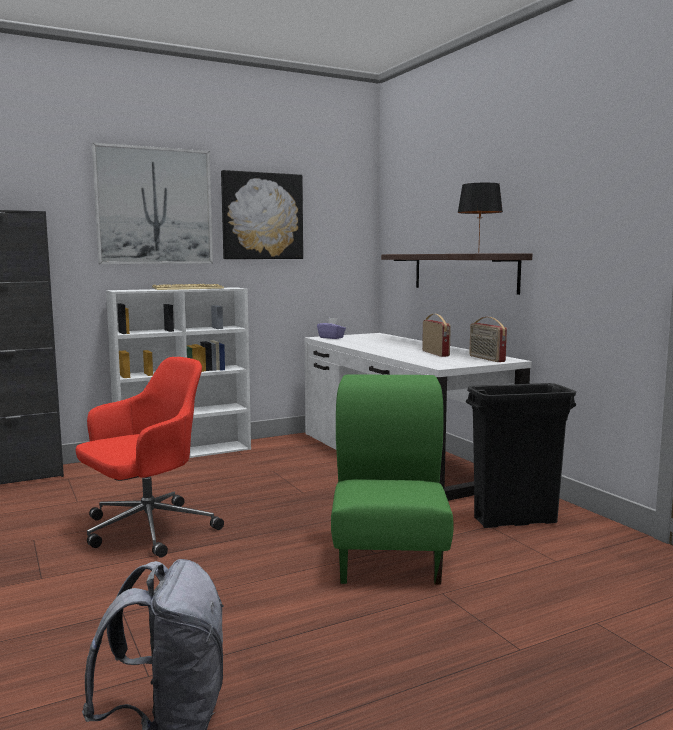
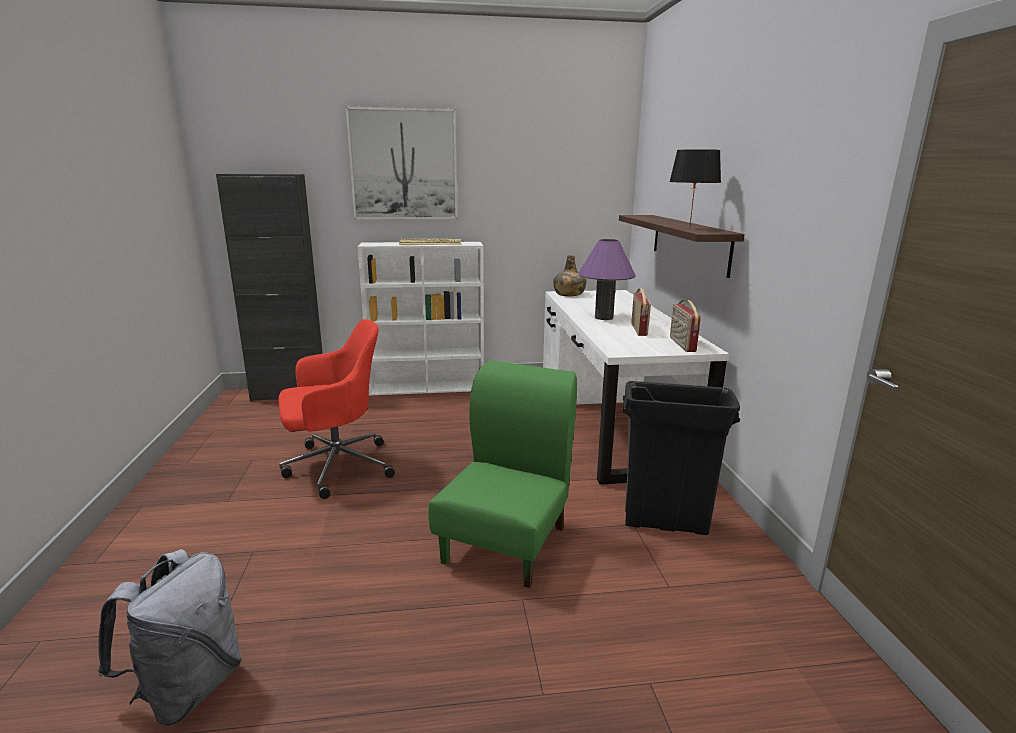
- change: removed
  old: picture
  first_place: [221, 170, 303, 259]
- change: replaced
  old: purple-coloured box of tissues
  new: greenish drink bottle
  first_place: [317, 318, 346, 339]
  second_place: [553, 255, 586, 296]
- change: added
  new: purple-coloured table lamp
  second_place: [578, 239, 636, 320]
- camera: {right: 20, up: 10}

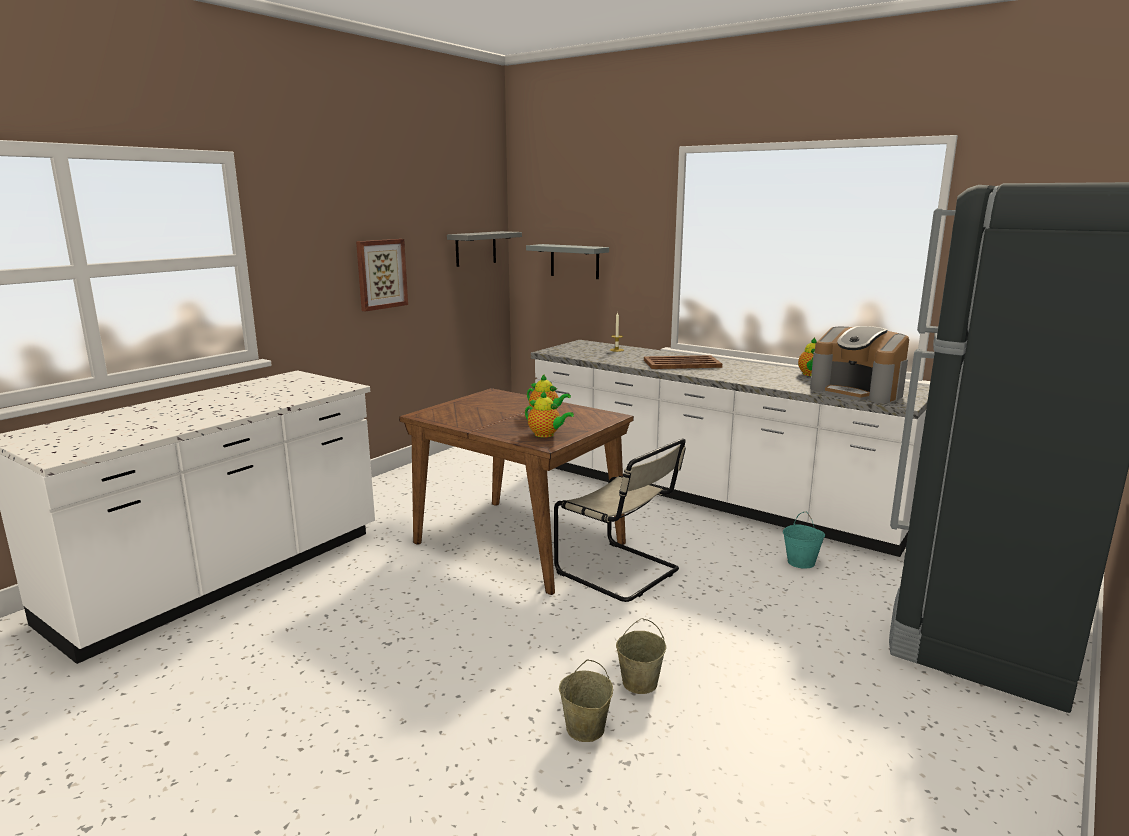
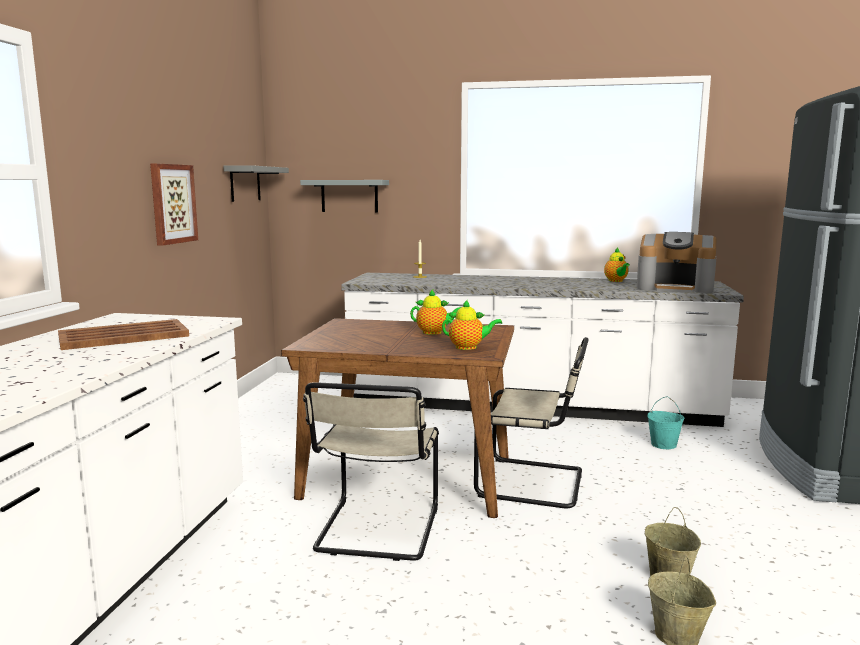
- change: moved
  old: brownish tray
  first_place: [644, 355, 722, 369]
  second_place: [58, 319, 189, 350]
- change: added
  new: beige upright chair
  second_place: [303, 382, 439, 561]
- camera: {right: -25, up: -5}

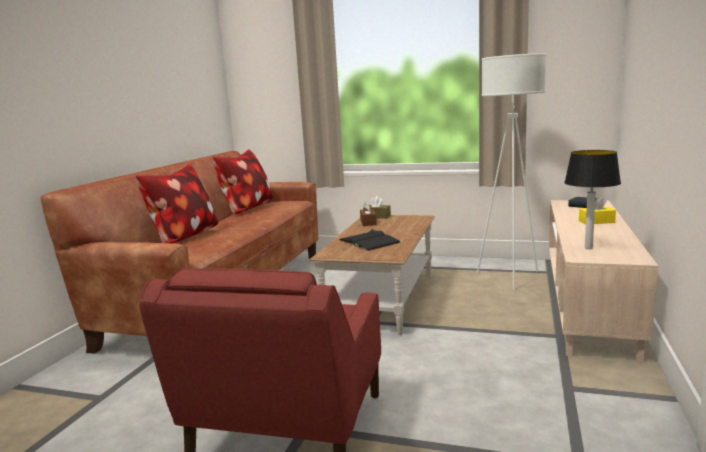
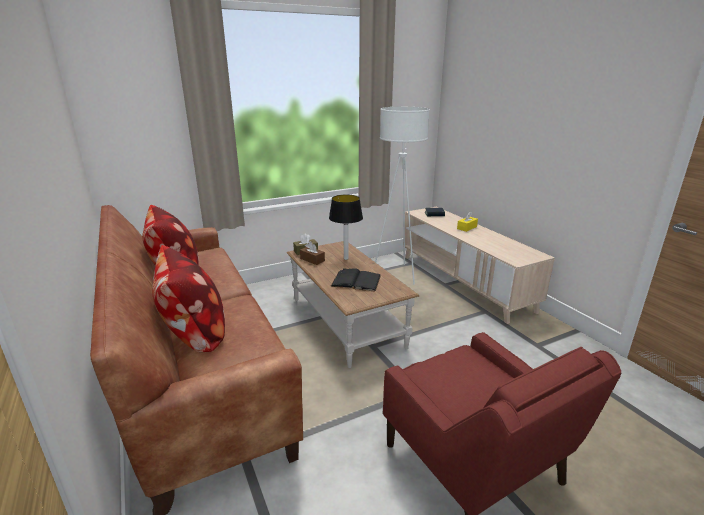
- change: moved
  old: table lamp
  first_place: [564, 150, 621, 249]
  second_place: [329, 194, 363, 260]
- camera: {right: -45, up: 10}

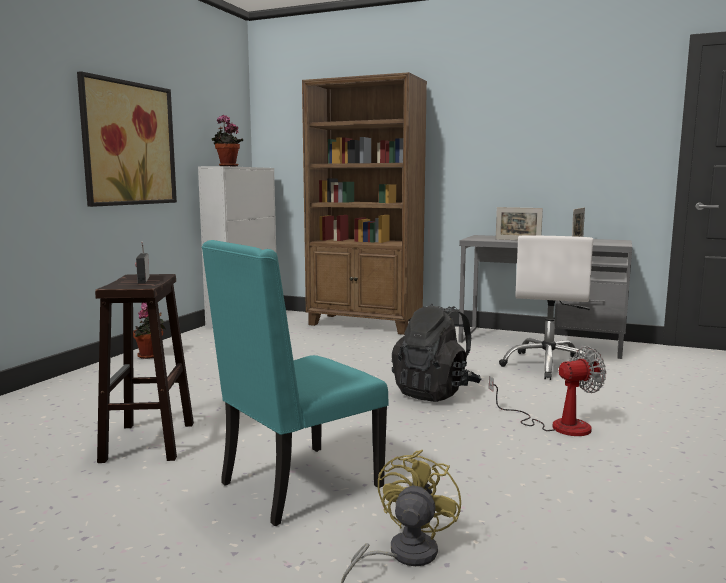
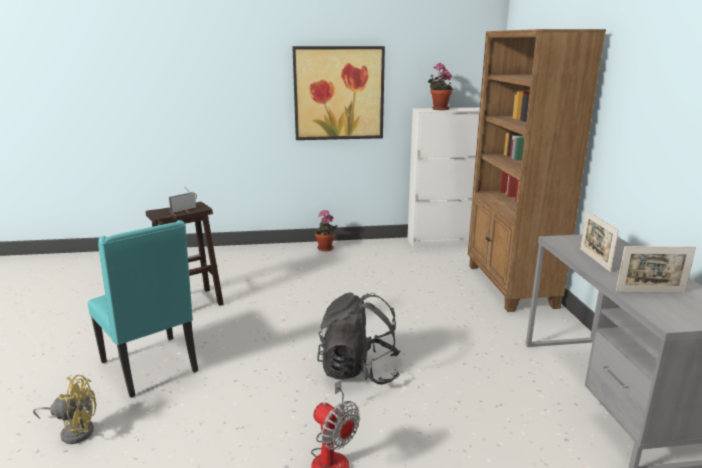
- change: removed
  old: whitish computer chair
  first_place: [499, 236, 593, 380]
- change: turned
  old: turquoise-coloured upright chair
  first_place: [202, 240, 389, 526]
  second_place: [88, 220, 198, 398]
  degrees: -150
- camera: {right: 60, up: 10}

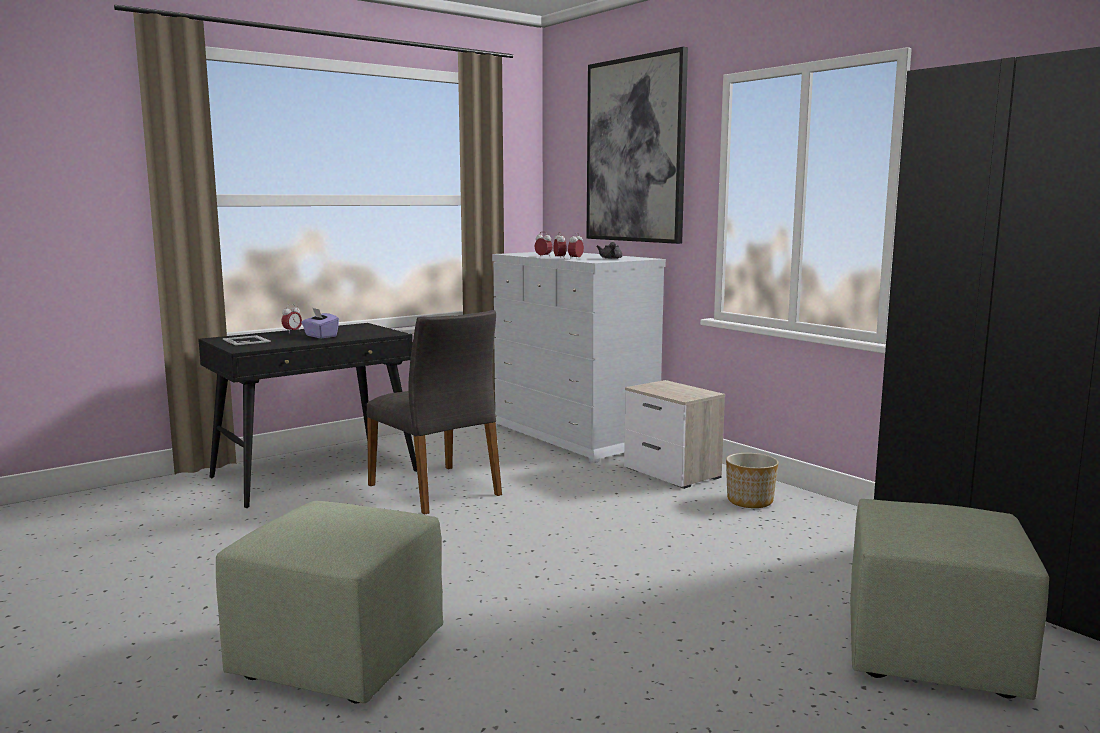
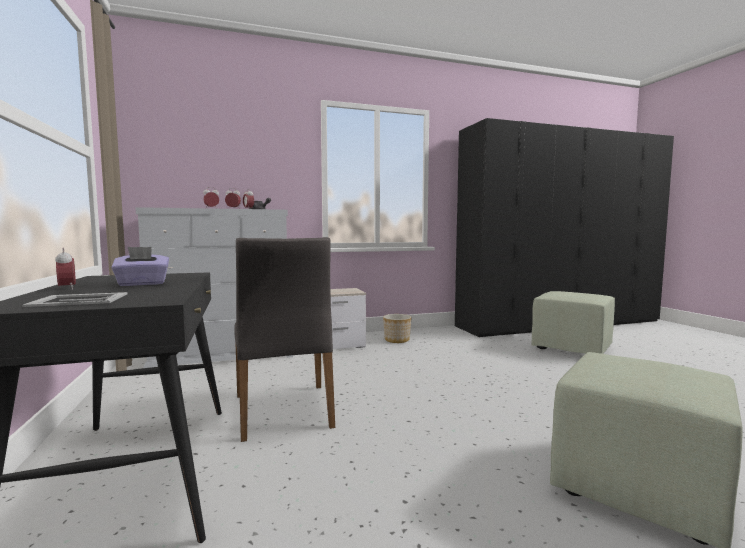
- change: removed
  old: picture
  first_place: [586, 47, 688, 244]
- change: turned
  old: greyish upright chair
  first_place: [367, 310, 502, 515]
  second_place: [234, 237, 335, 442]
  degrees: 90
- camera: {right: -70, up: -5}

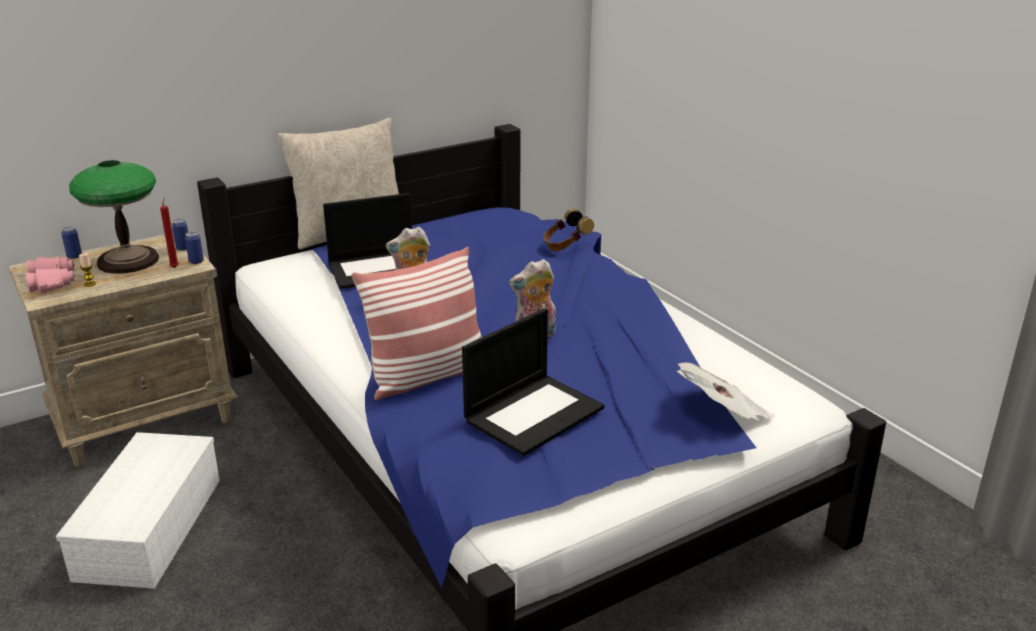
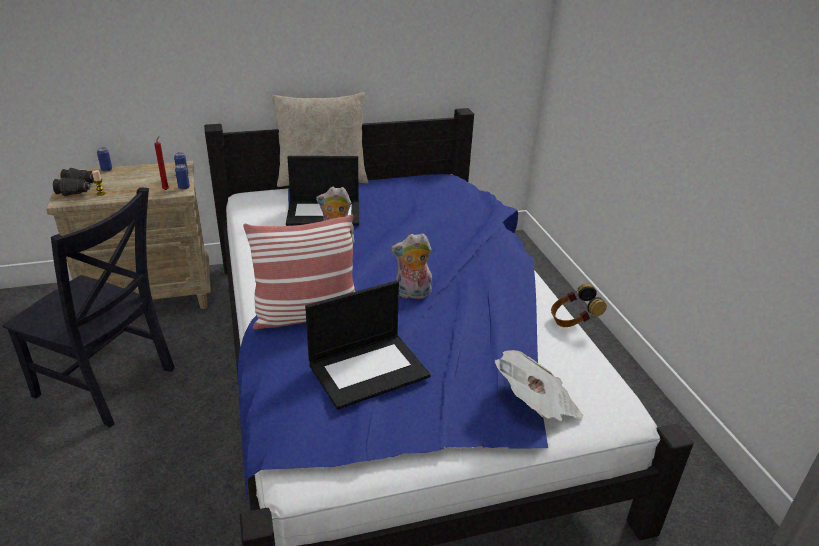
- change: removed
  old: table lamp
  first_place: [69, 160, 159, 274]
- change: moved
  old: headphones
  first_place: [544, 209, 594, 251]
  second_place: [551, 283, 607, 327]
- change: recoloured
  old: pink-coloured field glasses
  new: black-coloured field glasses
  first_place: [26, 257, 75, 294]
  second_place: [53, 168, 94, 196]
- change: replaced
  old: whitish storage container
  new: black-coloured upright chair
  first_place: [56, 432, 220, 589]
  second_place: [2, 187, 175, 428]
- camera: {right: 15, up: 5}

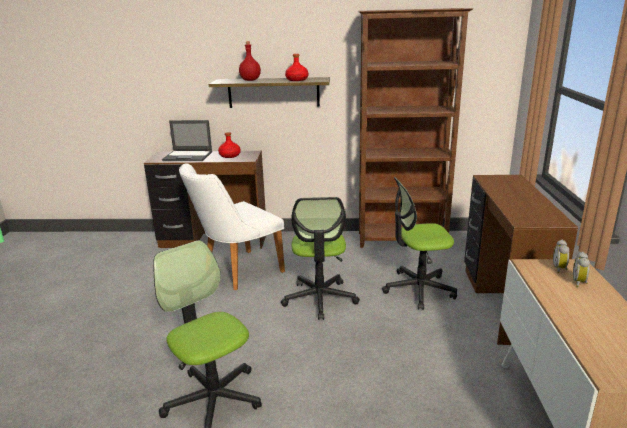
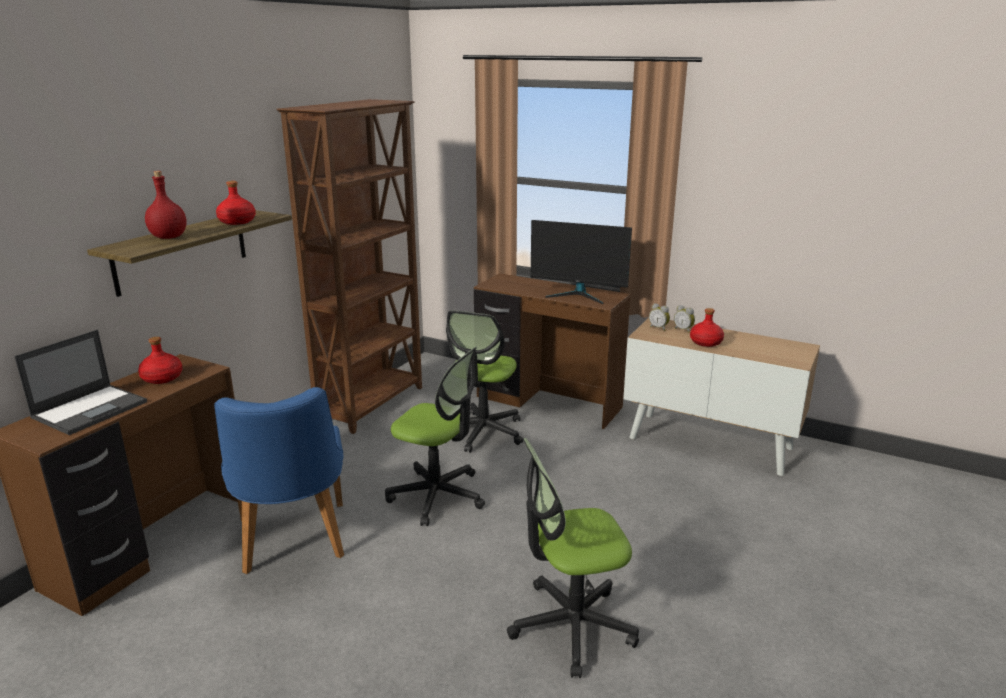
- change: recoloured
  old: whitish upright chair
  new: bluish upright chair
  first_place: [179, 163, 285, 290]
  second_place: [214, 387, 344, 574]
- change: added
  new: computer screen
  second_place: [530, 220, 632, 304]
- change: added
  new: reddish drink bottle
  second_place: [690, 308, 724, 347]
- camera: {right: -65, up: 0}

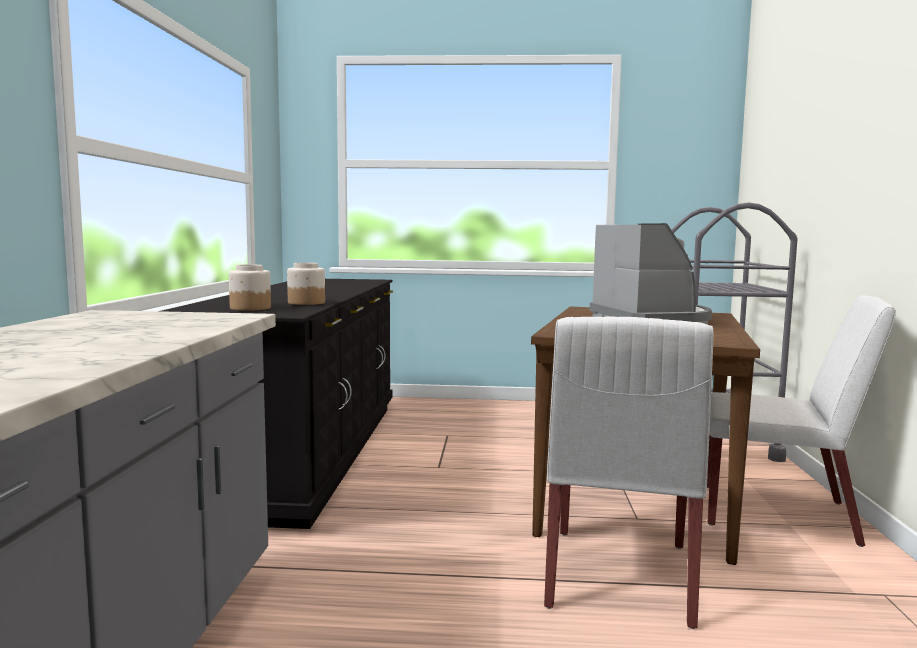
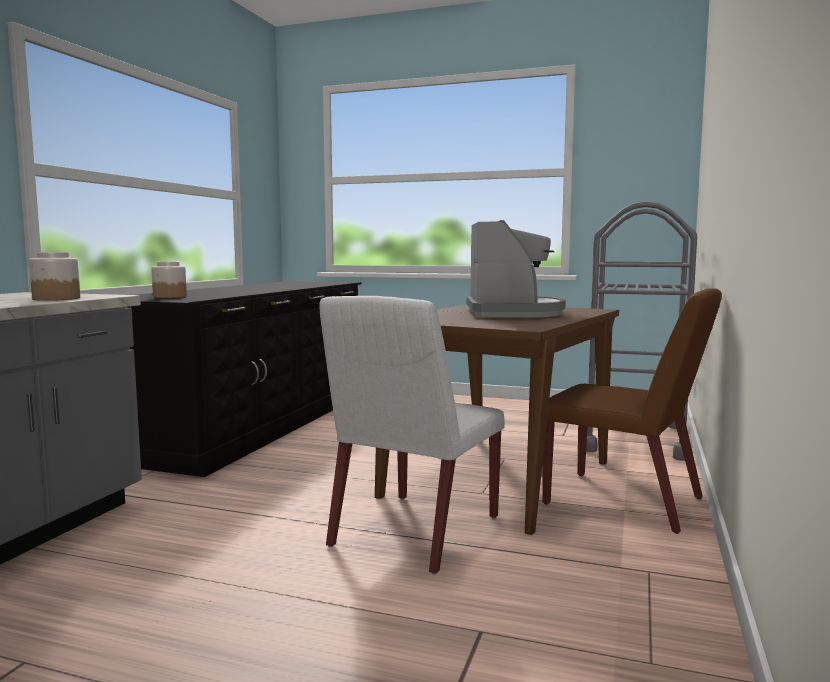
- change: moved
  old: jar
  first_place: [287, 262, 325, 305]
  second_place: [29, 252, 80, 301]
- change: recoloured
  old: whitish upright chair
  new: brownish upright chair
  first_place: [707, 295, 896, 547]
  second_place: [542, 288, 722, 534]
- camera: {right: 15, up: 0}

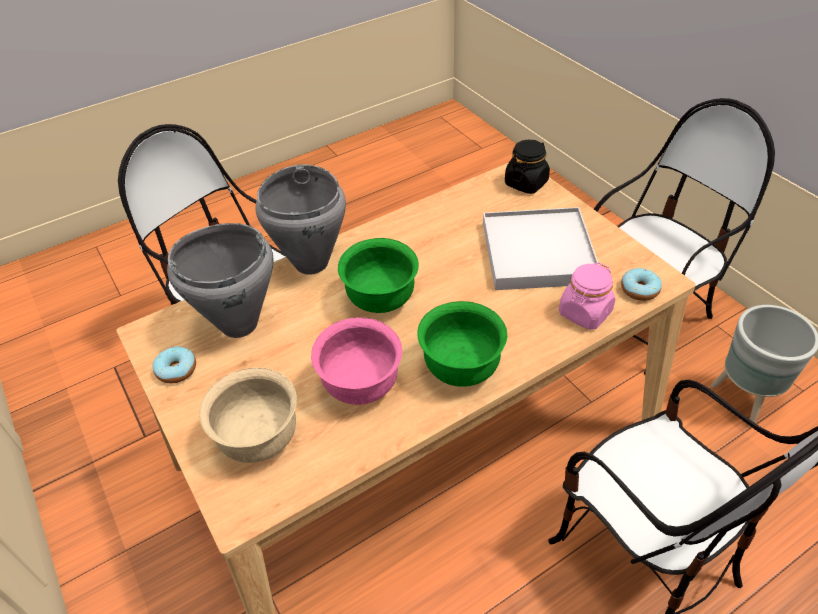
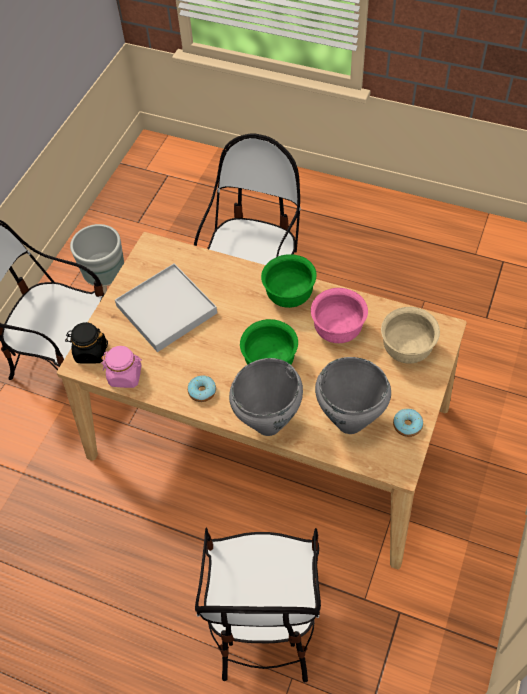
- change: moved
  old: pink-coloured jar
  first_place: [559, 262, 615, 330]
  second_place: [101, 346, 142, 388]
- change: moved
  old: donut
  first_place: [621, 268, 662, 301]
  second_place: [188, 376, 216, 402]
- camera: {right: -125, up: 10}

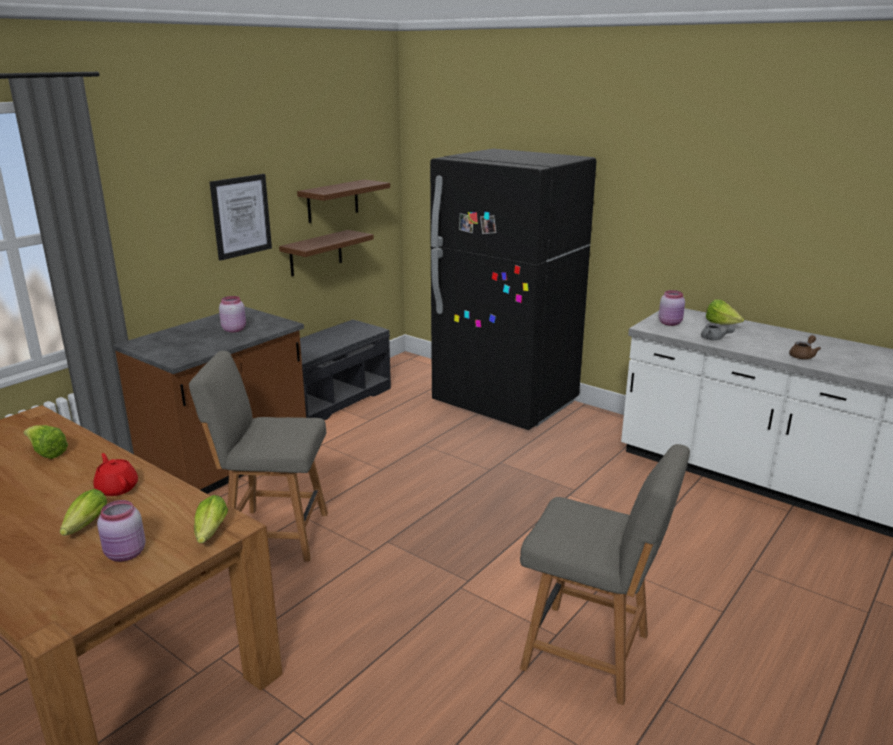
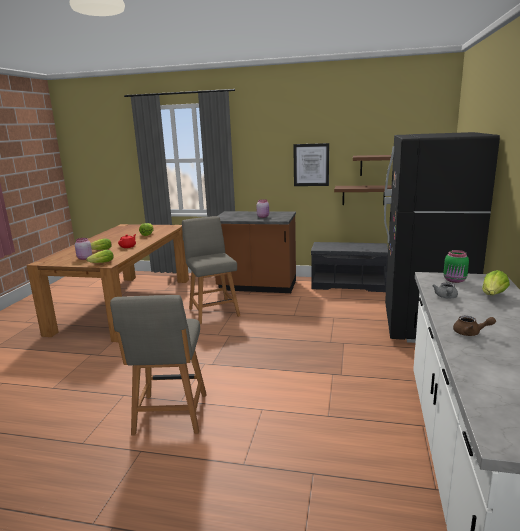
- change: recoloured
  old: pink-coloured jar
  new: greenish jar
  first_place: [659, 290, 685, 326]
  second_place: [444, 250, 469, 283]
- camera: {right: 65, up: -5}

